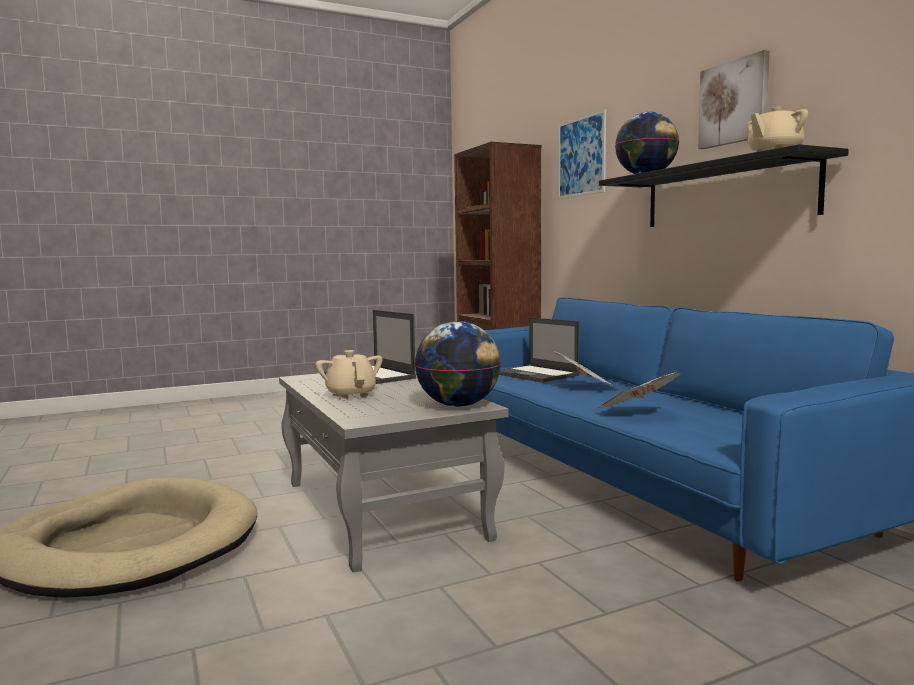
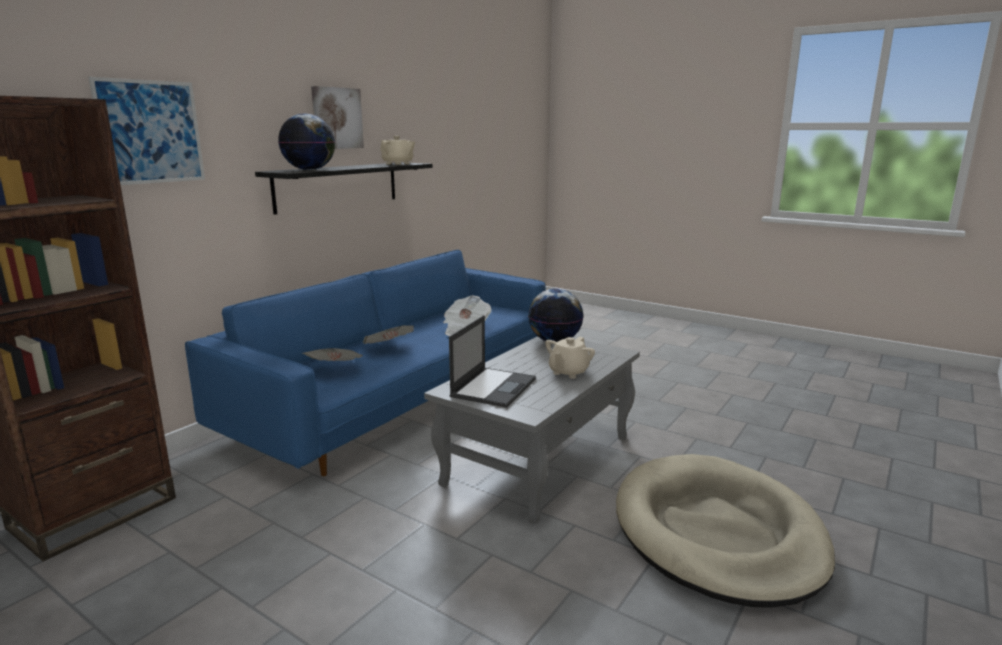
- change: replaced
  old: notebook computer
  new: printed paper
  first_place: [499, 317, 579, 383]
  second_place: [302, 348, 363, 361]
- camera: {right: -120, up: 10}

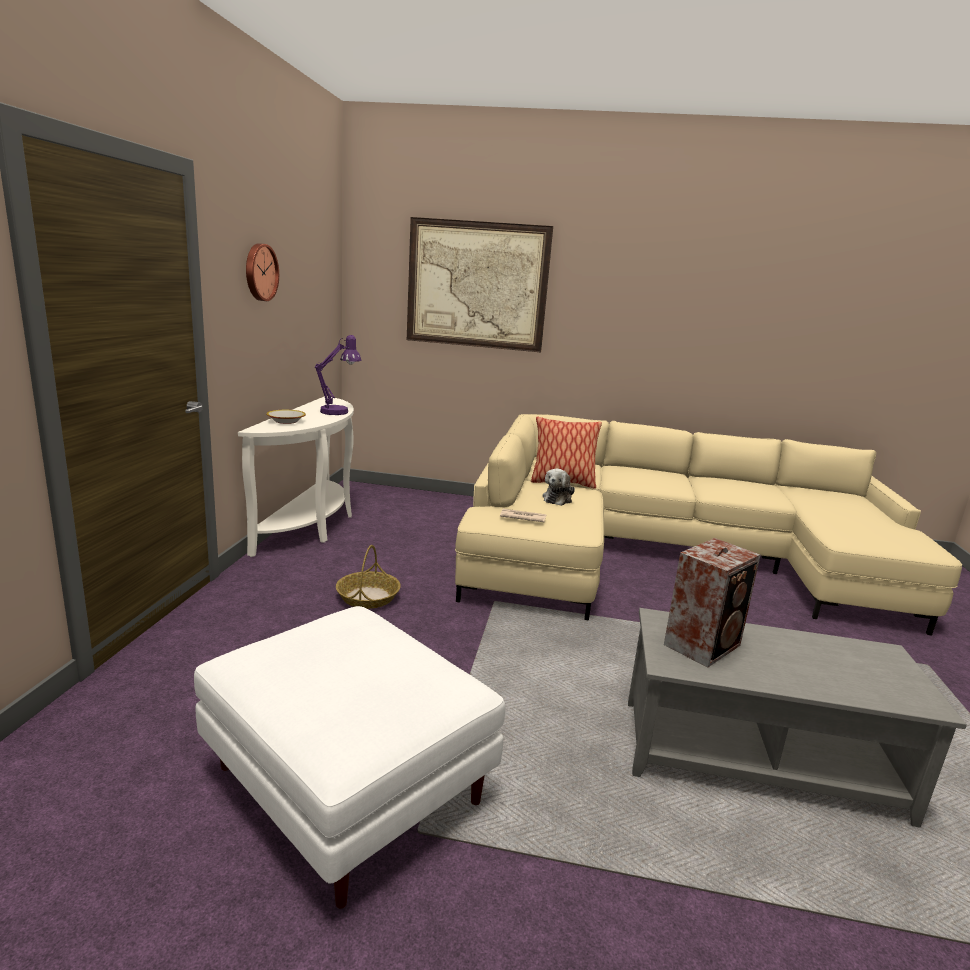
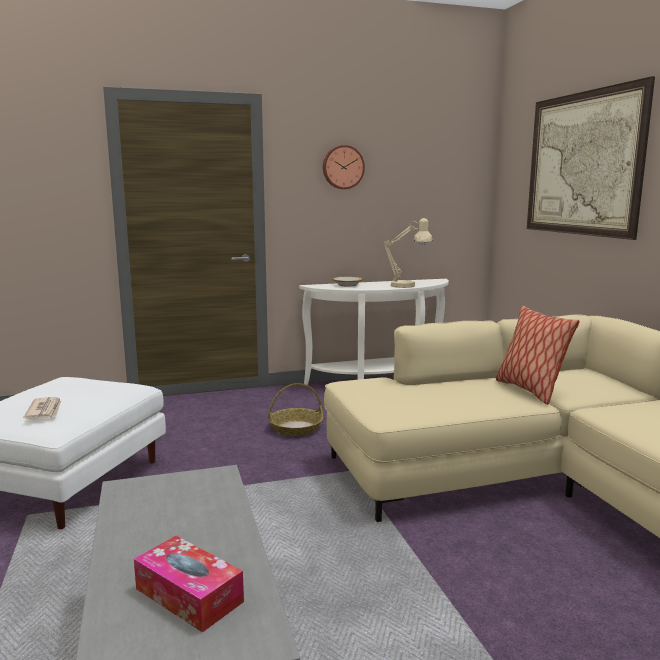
- change: recoloured
  old: purple-coloured table lamp
  new: beige table lamp
  first_place: [315, 335, 362, 415]
  second_place: [384, 218, 433, 288]
- change: removed
  old: cuddly toy
  first_place: [543, 469, 575, 506]
- change: moved
  old: printed paper
  first_place: [500, 509, 547, 522]
  second_place: [24, 397, 61, 419]
- change: removed
  old: loudspeaker
  first_place: [664, 538, 760, 668]
- change: added
  new: box of tissues
  second_place: [134, 536, 244, 632]
- camera: {right: 65, up: -5}

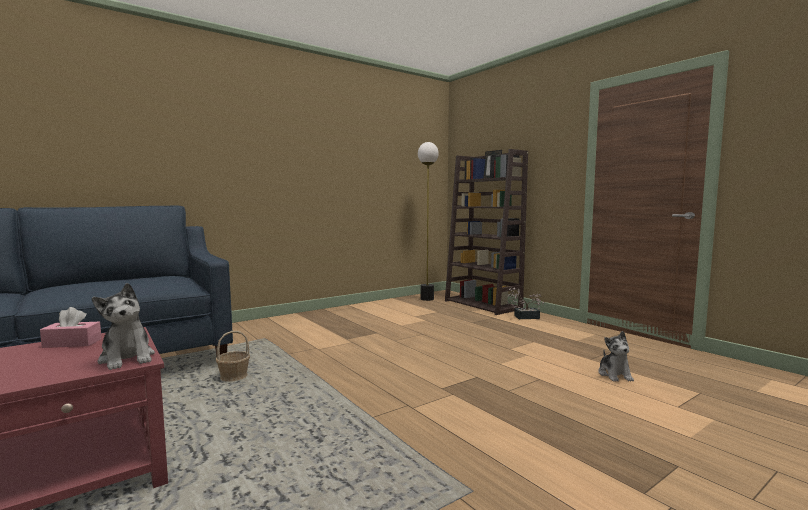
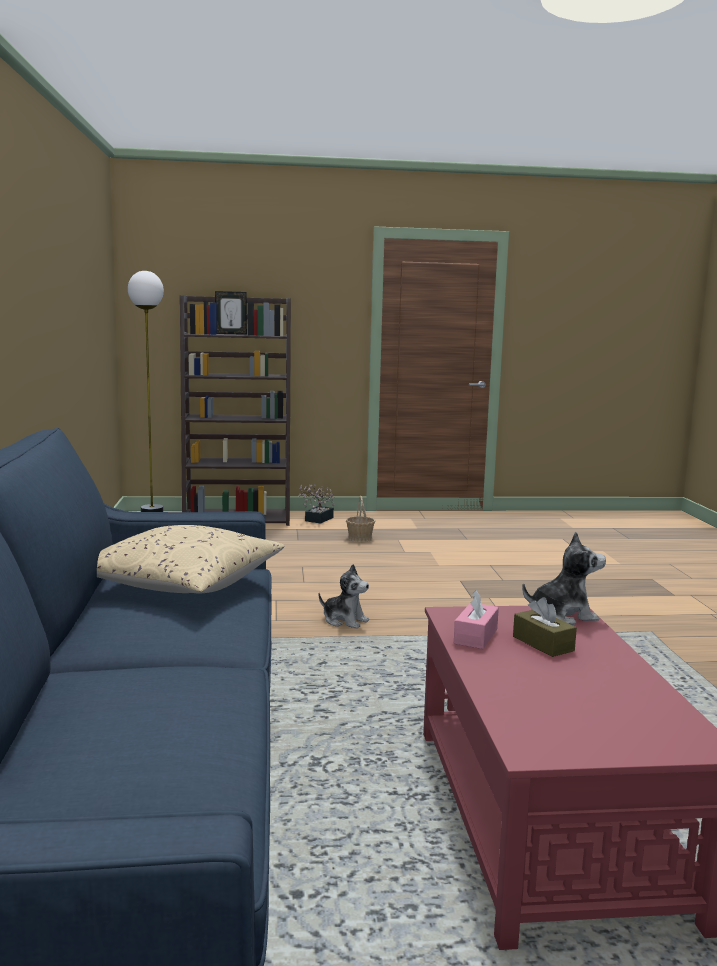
- change: moved
  old: household basket
  first_place: [216, 331, 250, 382]
  second_place: [346, 496, 375, 542]
- change: moved
  old: cuddly toy
  first_place: [598, 331, 634, 382]
  second_place: [319, 564, 369, 629]
- change: added
  new: beige pillow
  second_place: [97, 525, 285, 594]
- change: added
  new: brownish box of tissues
  second_place: [513, 597, 577, 657]
- camera: {right: -60, up: 5}

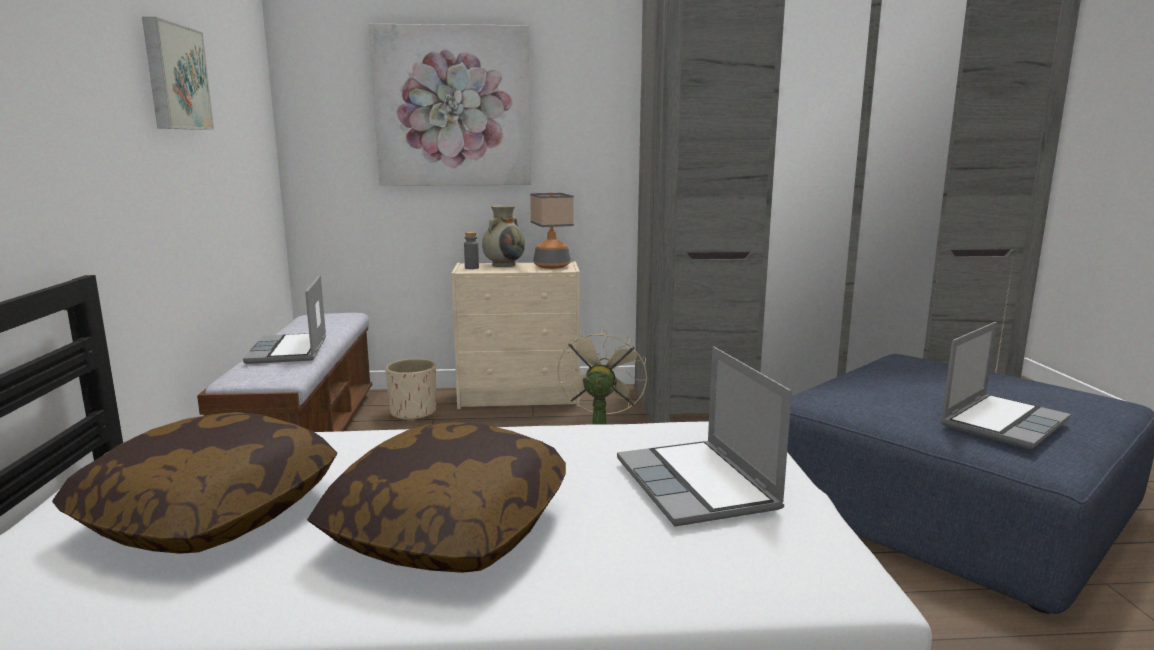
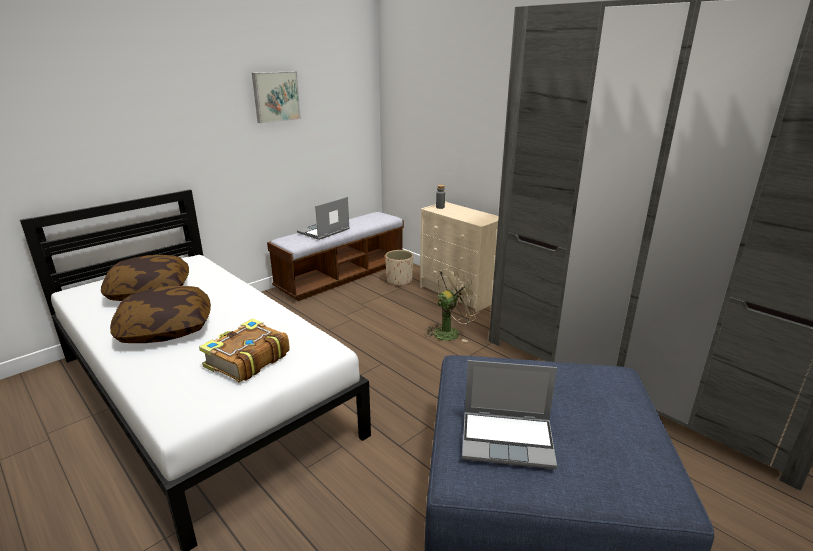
- change: removed
  old: picture
  first_place: [369, 24, 531, 186]
- change: removed
  old: table lamp
  first_place: [530, 193, 574, 269]
- change: removed
  old: beige flower vase
  first_place: [482, 205, 525, 267]
- change: replaced
  old: notebook computer
  new: volume
  first_place: [617, 346, 792, 527]
  second_place: [199, 318, 290, 382]
- camera: {right: 50, up: 10}

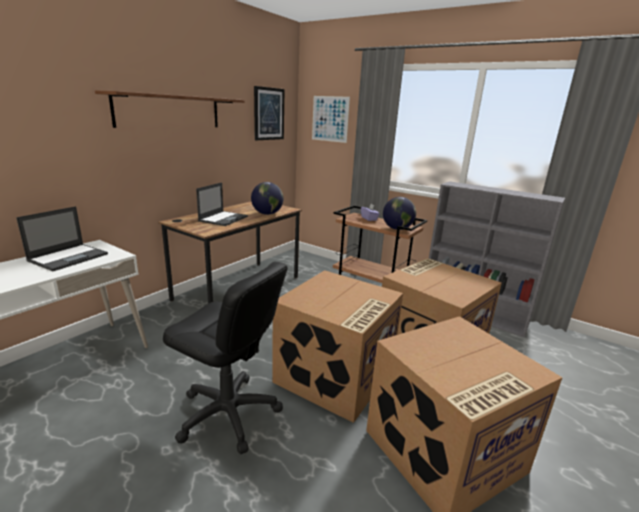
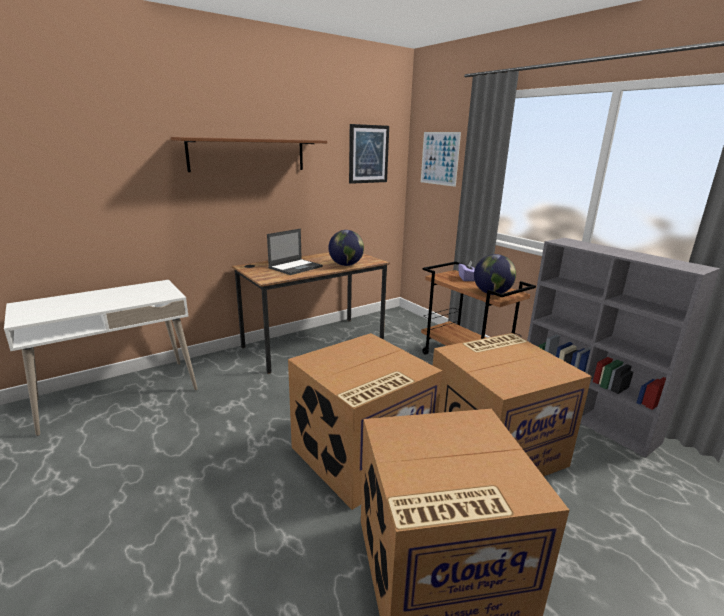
- change: removed
  old: notebook computer
  first_place: [16, 206, 108, 271]
- change: removed
  old: black-coloured computer chair
  first_place: [163, 261, 288, 454]
- camera: {right: 20, up: 0}

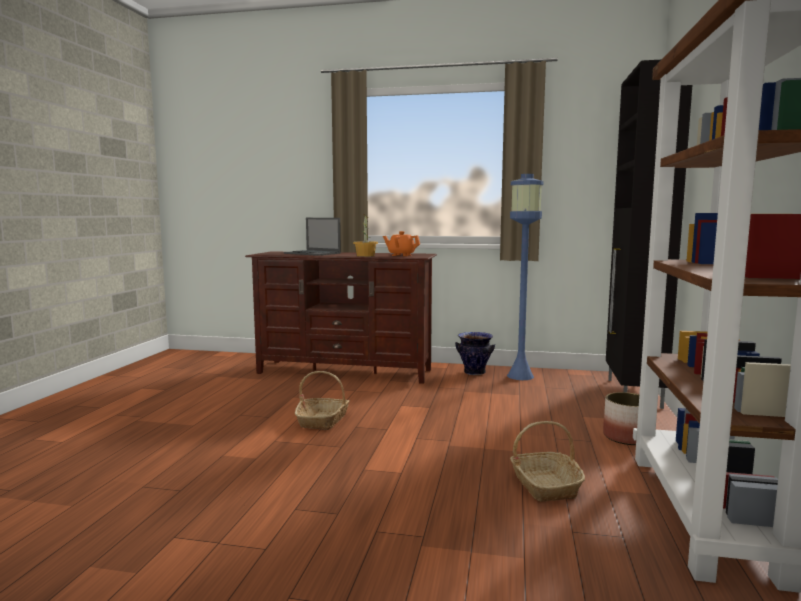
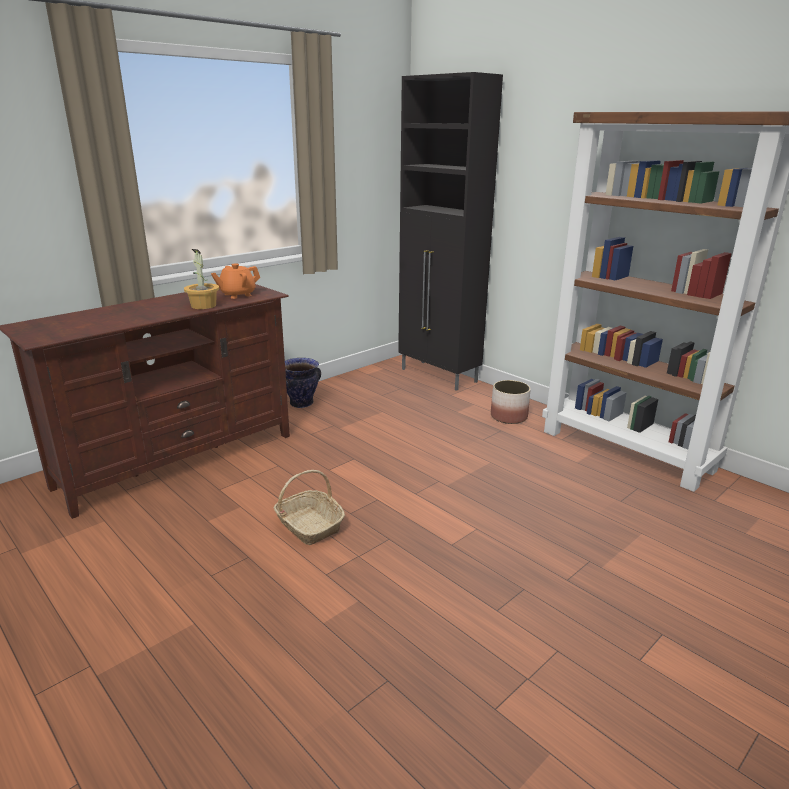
- change: removed
  old: bluish floor lamp
  first_place: [507, 174, 543, 380]
- change: removed
  old: notebook computer
  first_place: [284, 218, 341, 256]
- change: removed
  old: household basket
  first_place: [510, 421, 585, 502]
- camera: {right: -55, up: 15}

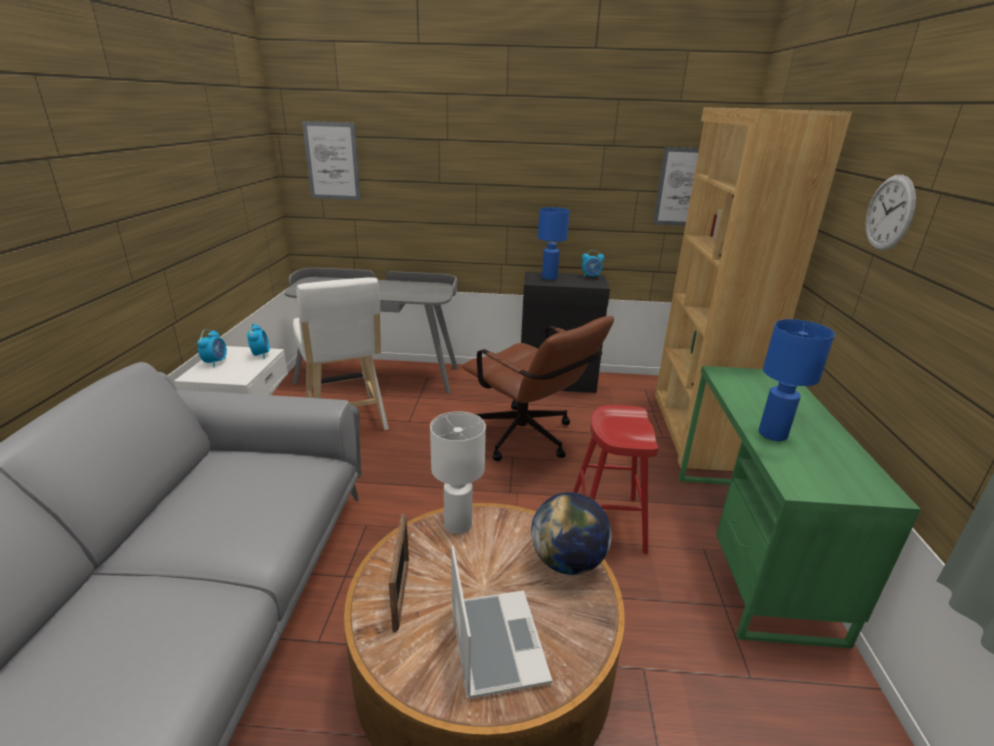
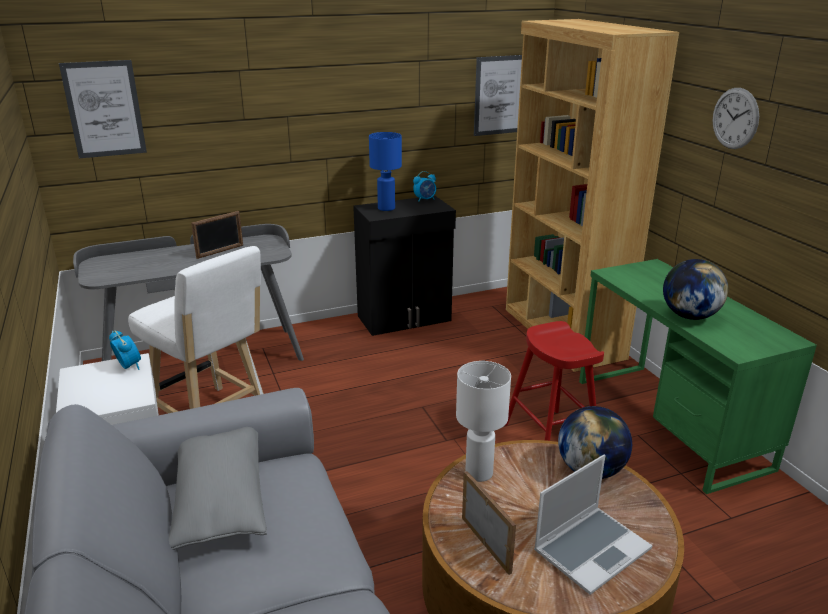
- change: removed
  old: brownish computer chair
  first_place: [463, 316, 614, 461]
- change: replaced
  old: bluish table lamp
  new: world globe
  first_place: [759, 319, 835, 441]
  second_place: [663, 259, 728, 320]
- change: removed
  old: alarm clock
  first_place: [197, 329, 227, 367]
- change: turned
  old: notebook computer
  first_place: [451, 546, 552, 699]
  second_place: [534, 454, 653, 595]
  degrees: 90
- change: added
  new: photo frame
  second_place: [191, 211, 243, 259]
- change: added
  new: greyish pillow
  second_place: [169, 427, 267, 550]
- camera: {right: -25, up: 0}

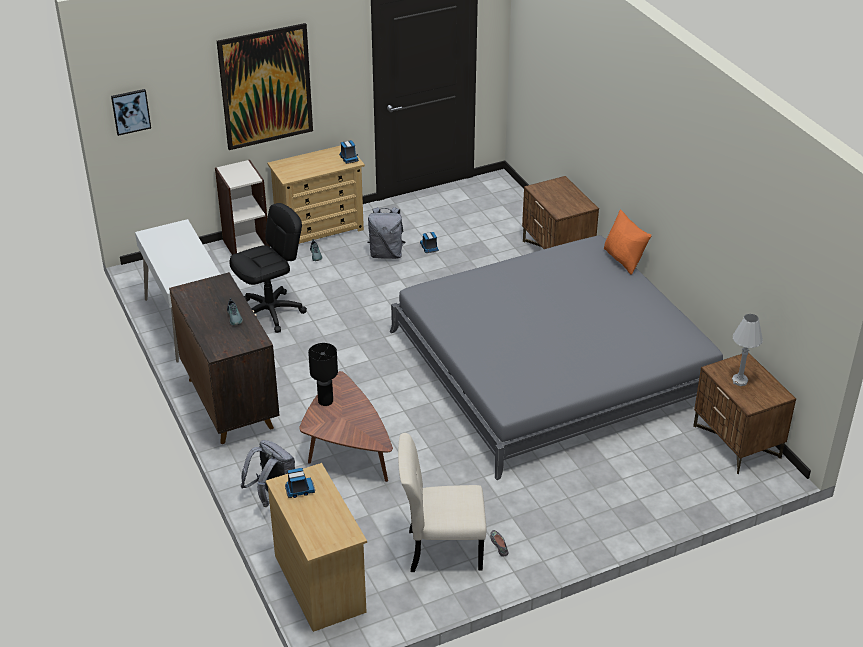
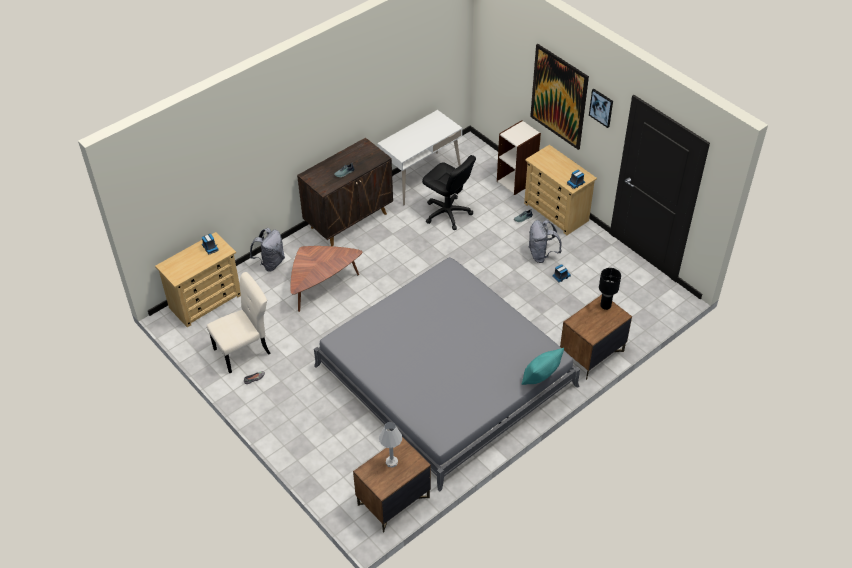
- change: moved
  old: picture
  first_place: [111, 89, 151, 136]
  second_place: [589, 89, 613, 128]
- change: recoloured
  old: orange pillow
  new: turquoise-coloured pillow
  first_place: [604, 209, 651, 275]
  second_place: [521, 348, 564, 385]
- change: moved
  old: black-coloured table lamp
  first_place: [308, 343, 338, 406]
  second_place: [599, 268, 621, 310]
- change: turned
  old: beige upright chair
  first_place: [398, 433, 487, 572]
  second_place: [207, 272, 271, 373]
  degrees: 75
- camera: {right: 75, up: 10}

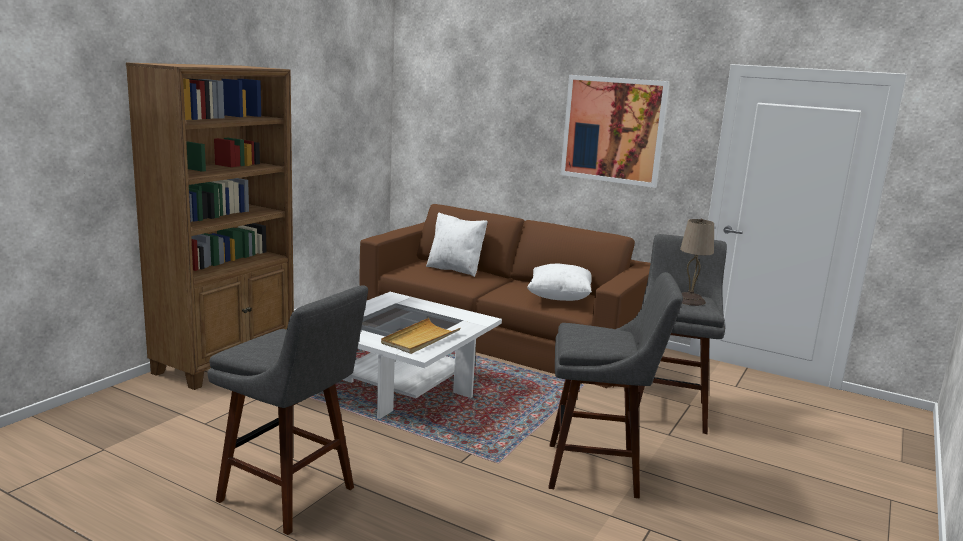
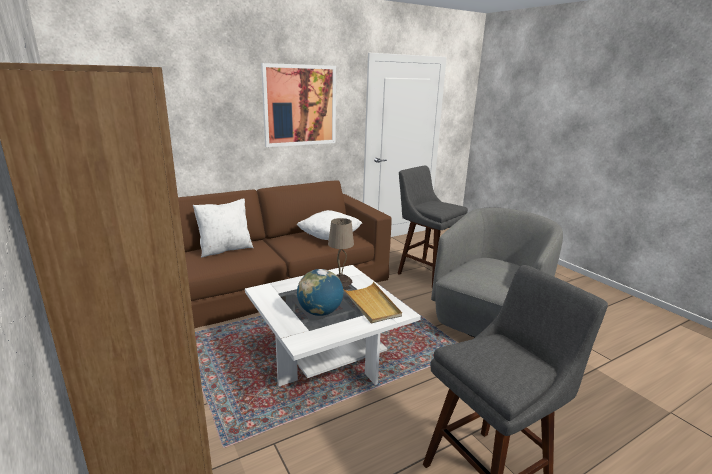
- change: moved
  old: beige table lamp
  first_place: [680, 218, 714, 306]
  second_place: [328, 218, 354, 287]
- change: replaced
  old: greyish stool seat
  new: greyish easy chair
  first_place: [549, 272, 683, 498]
  second_place: [431, 208, 563, 337]
- change: added
  new: world globe
  second_place: [297, 269, 343, 316]
- camera: {right: -60, up: 5}

